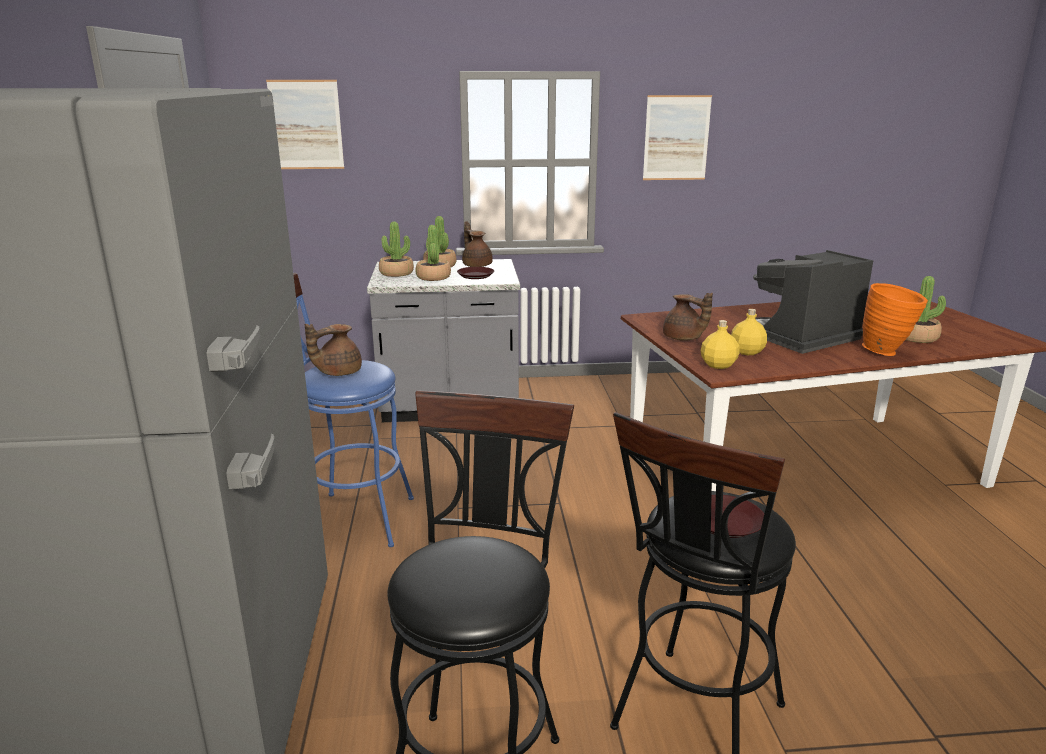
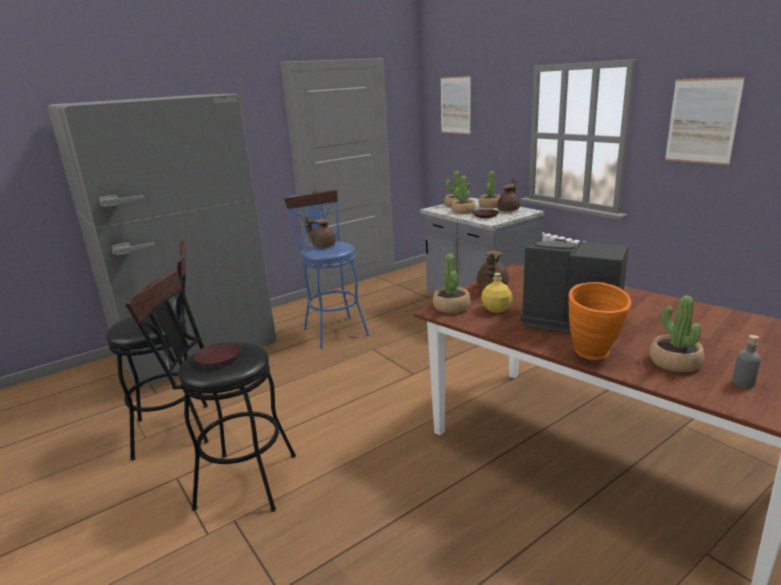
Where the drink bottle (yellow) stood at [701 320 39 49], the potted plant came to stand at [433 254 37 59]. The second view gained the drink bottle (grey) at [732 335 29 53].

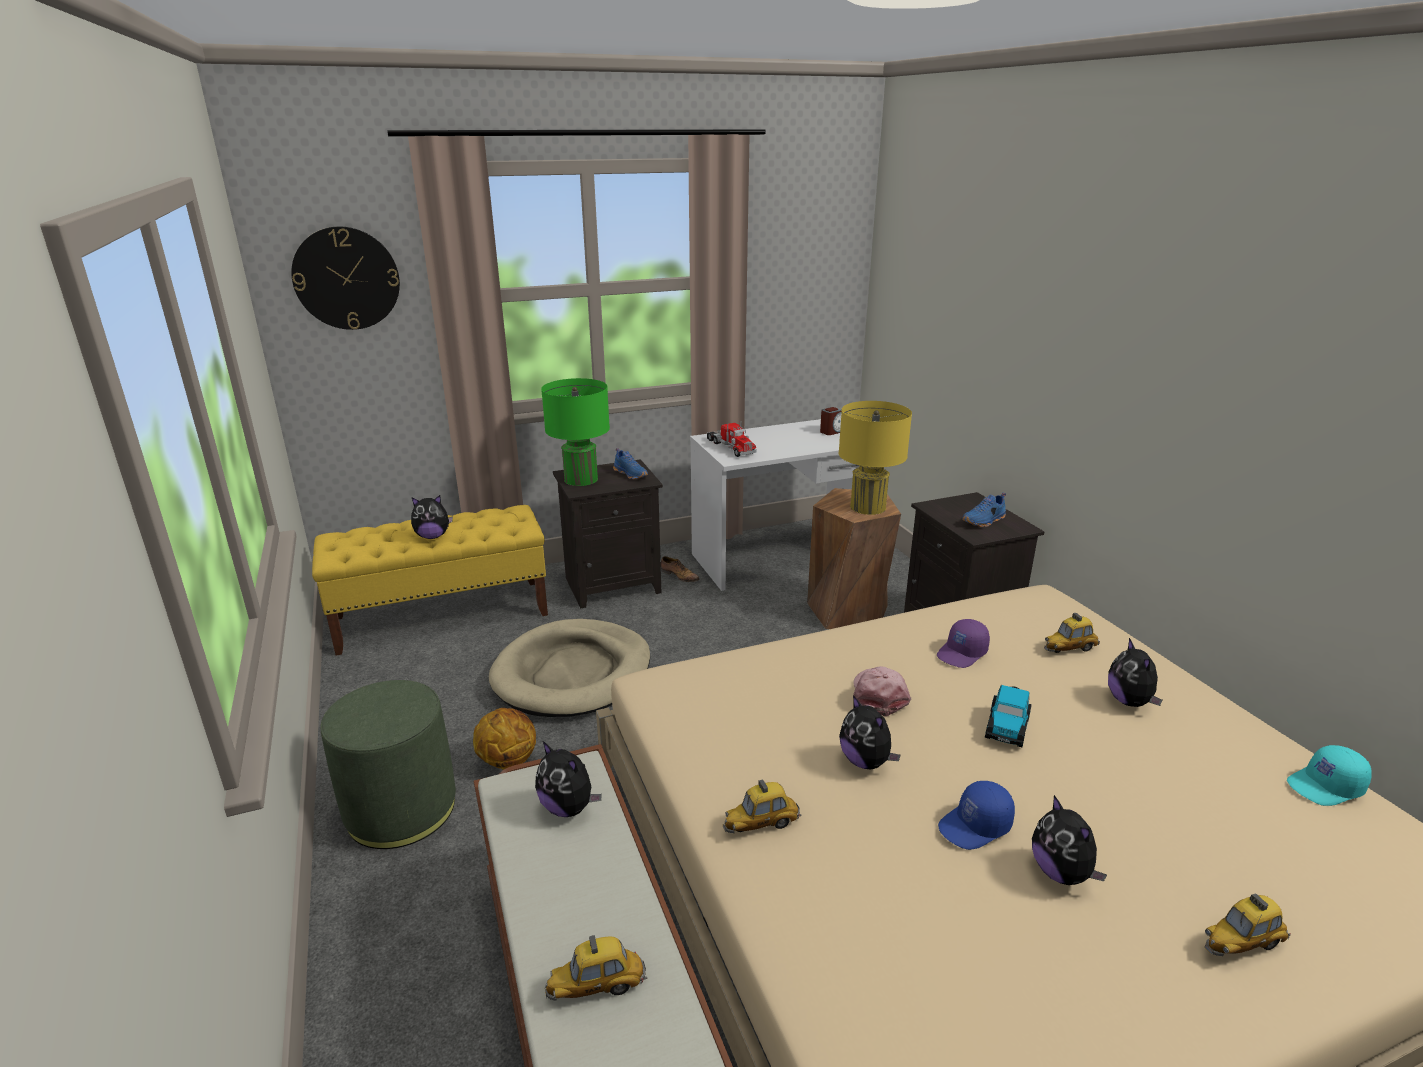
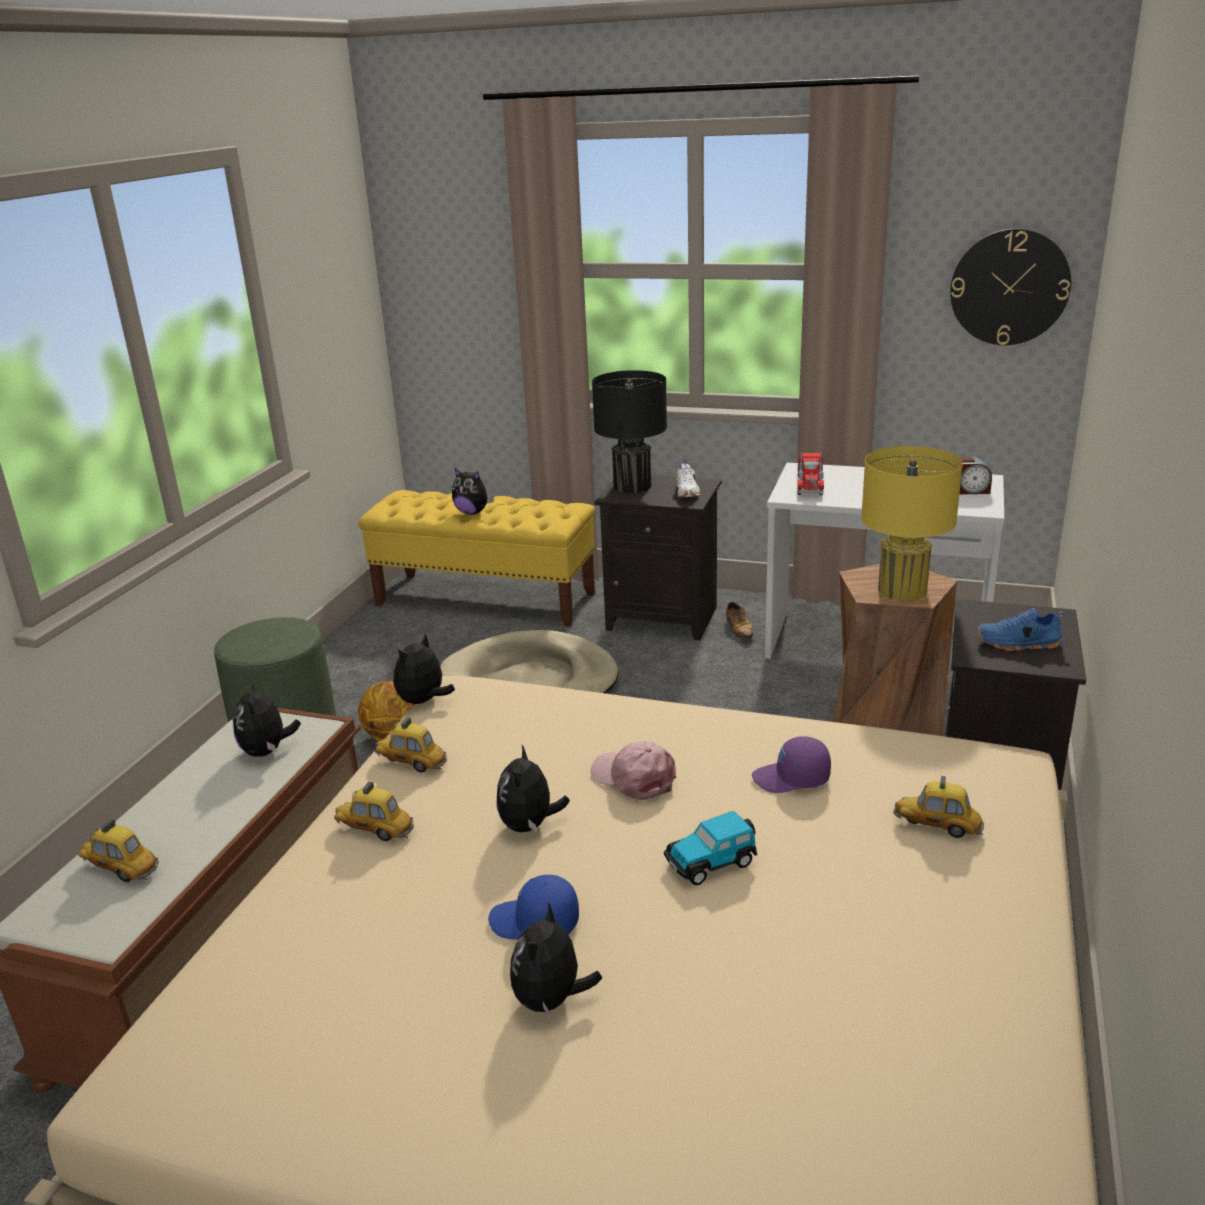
The clock on the wall ended up elsewhere, having gone from [291 227 109 103] to [950 229 121 116]. What was the tabletop lamp (greenish) at [541 378 69 108] turned into the tabletop lamp (black-coloured) at [592 370 75 123]. What was the shoe (blue) at [613 448 35 31] turned into the shoe (whitish) at [676 459 24 38]. The cuddly toy ended up elsewhere, having gone from [1108 638 54 69] to [393 633 62 71]. The peaked cap (pink) at [853 666 58 51] ended up facing another way, 90 degrees counterclockwise from before. The second view lost the peaked cap (blue-green) at [1287 745 85 61]. The miniature car ended up elsewhere, having gone from [1205 893 86 63] to [375 718 72 54].

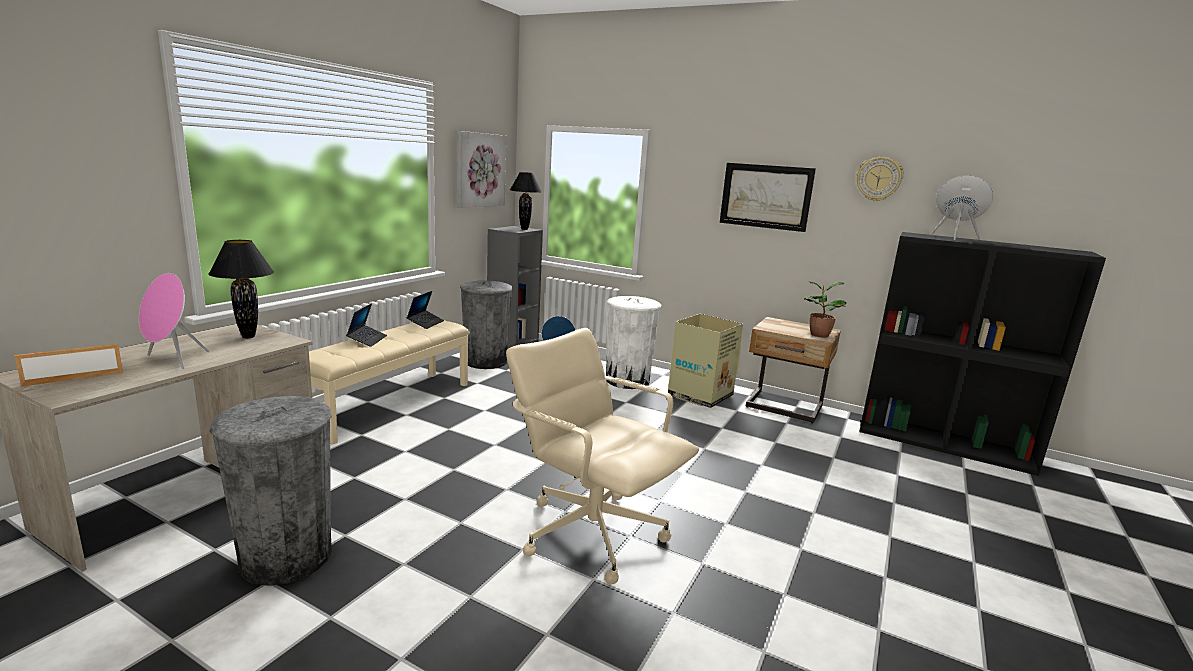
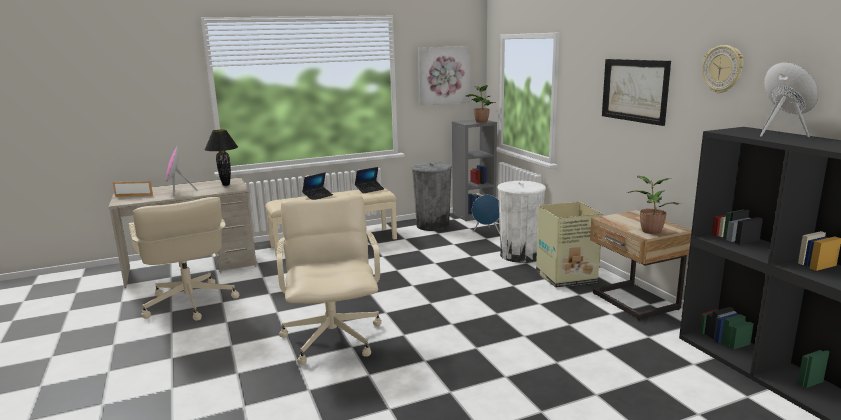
Where the tabletop lamp (black-coloured) stood at [510 172 32 58], the potted plant came to stand at [466 85 30 38]. Where the rubbish bin (grey) stood at [210 396 122 190], the desk chair (beige) came to stand at [129 197 110 123].

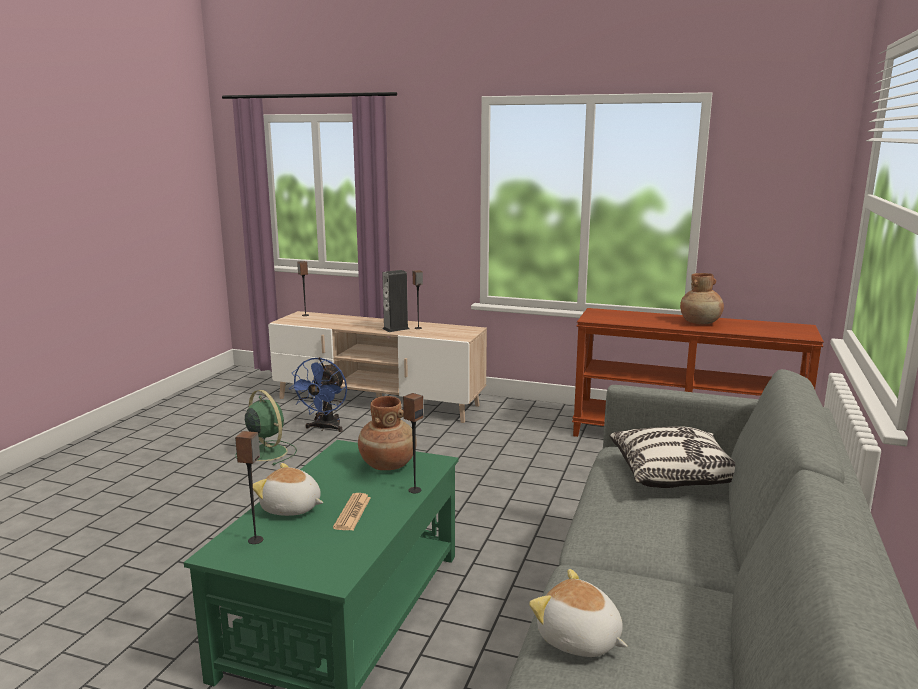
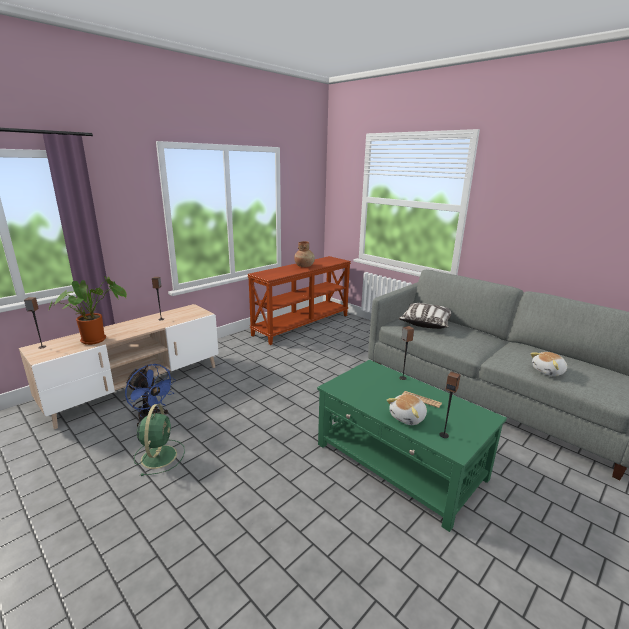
The second view lost the speaker at [382 270 27 62]. The cooling fan (greenish) at [235 390 62 75] ended up facing another way, 105 degrees clockwise from before. The second view lost the vase (brownish) at [358 396 59 74]. The second view gained the potted plant at [49 276 78 69].

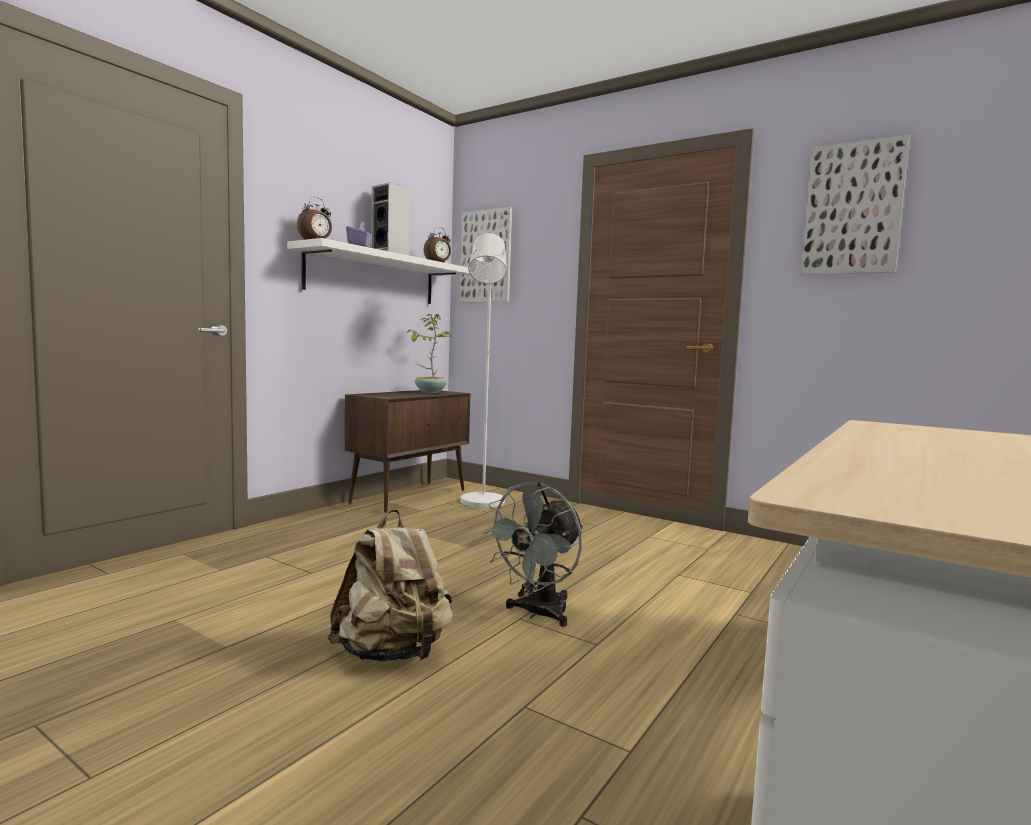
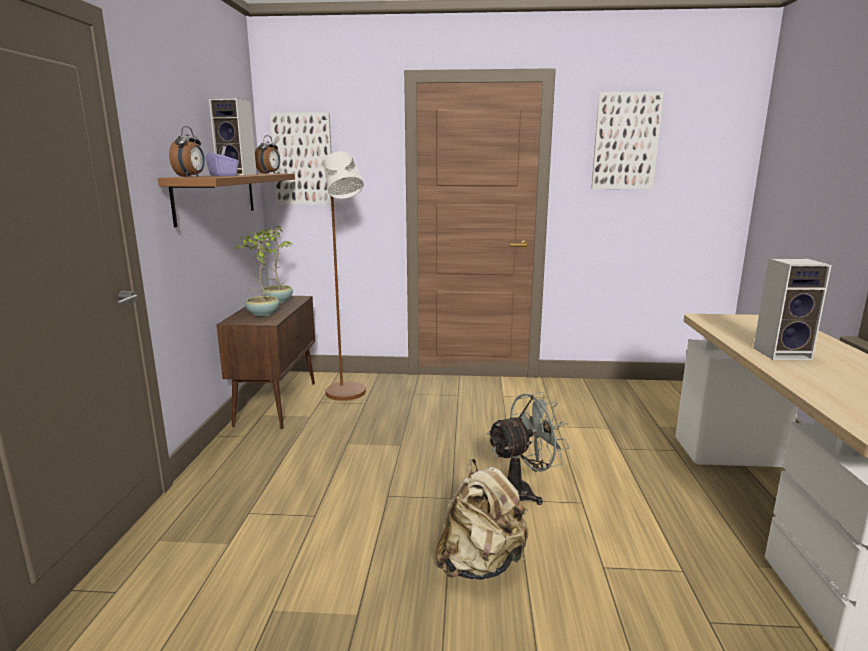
What was the standing lamp (whitish) at [460 233 47 274] turned into the standing lamp (brownish) at [324 151 42 250]. What was the wall shelf (whitish) at [287 238 183 66] turned into the wall shelf (brownish) at [158 173 137 54]. The cooling fan (grey) at [482 482 101 145] ended up facing another way, 120 degrees counterclockwise from before. The second view gained the potted plant at [235 231 44 85]. The second view gained the speaker at [753 258 79 102].

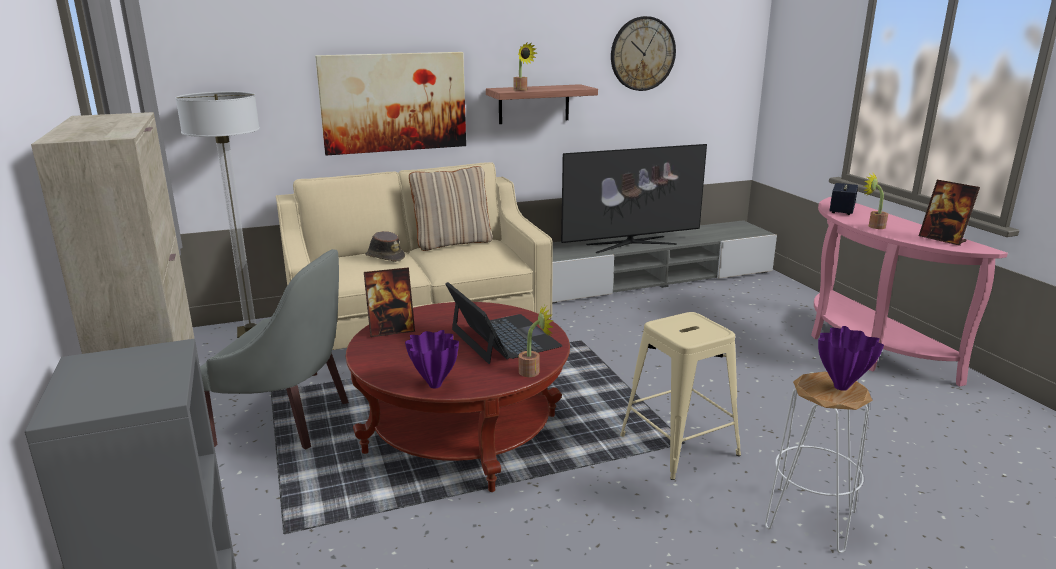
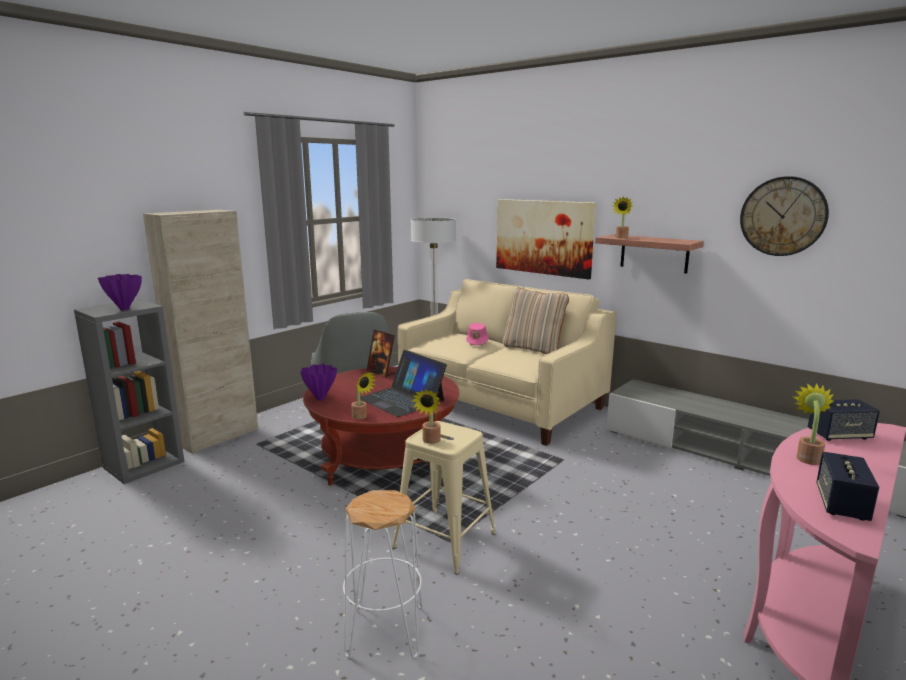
The second view lost the TV set at [561 144 146 109]. Where the standing frame stood at [919 180 61 66], the speaker came to stand at [816 452 63 69]. What was the clothing hat (brownish) at [365 231 40 31] turned into the clothing hat (pink) at [466 323 23 22]. The notebook computer at [445 282 117 82] ended up facing another way, 105 degrees clockwise from before. The vase (purplish) ended up elsewhere, having gone from [818 326 66 65] to [98 274 44 36]. The second view gained the potted plant at [412 389 29 55].

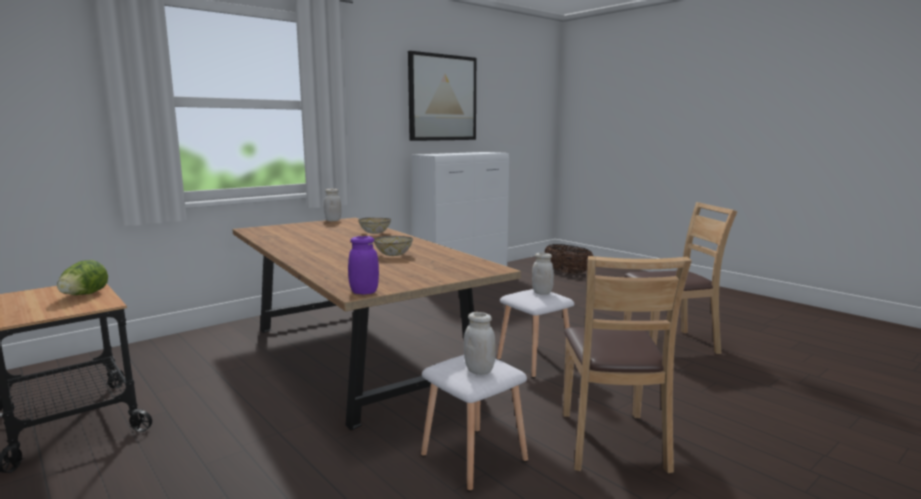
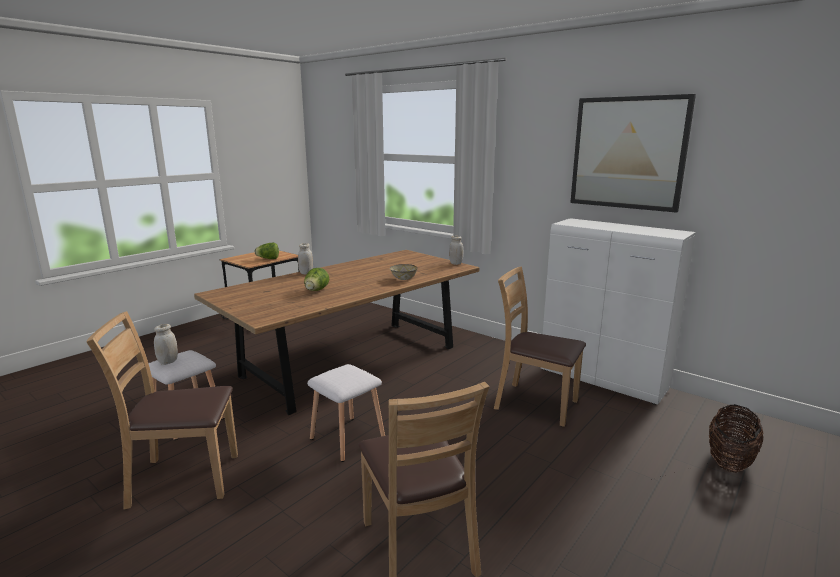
The second view lost the preserve jar (purplish) at [348 236 31 58]. Where the bowl stood at [374 236 39 20], the head of lettuce came to stand at [304 268 25 23]. The preserve jar (whitish) ended up elsewhere, having gone from [532 253 22 42] to [298 243 15 32]. The second view gained the upright chair (brownish) at [494 267 92 160].

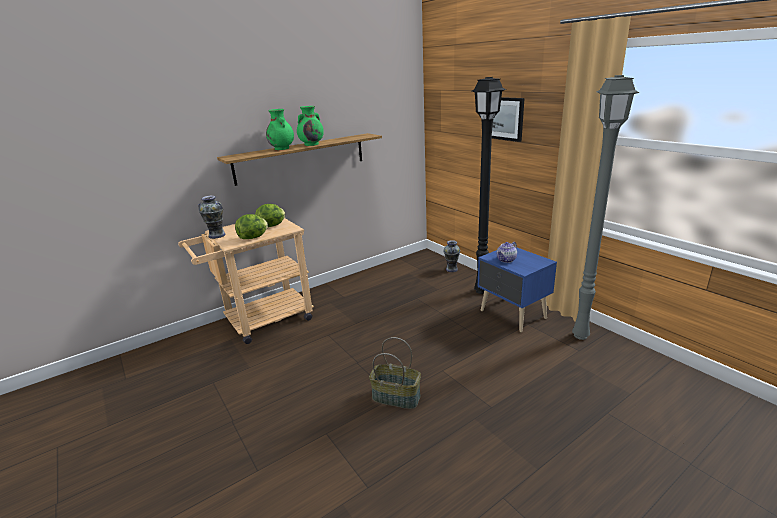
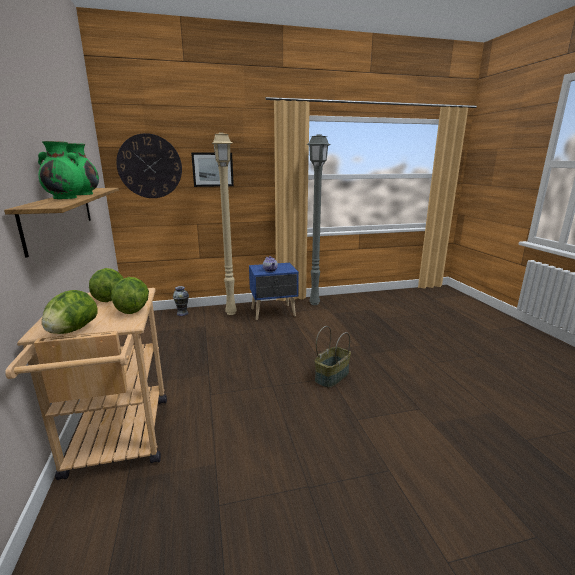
What was the standing lamp (black-coloured) at [472 77 34 217] turned into the standing lamp (beige) at [211 132 26 183]. Where the vase stood at [198 196 28 43], the head of lettuce came to stand at [42 290 55 44]. The second view gained the clock on the wall at [116 133 66 65].

